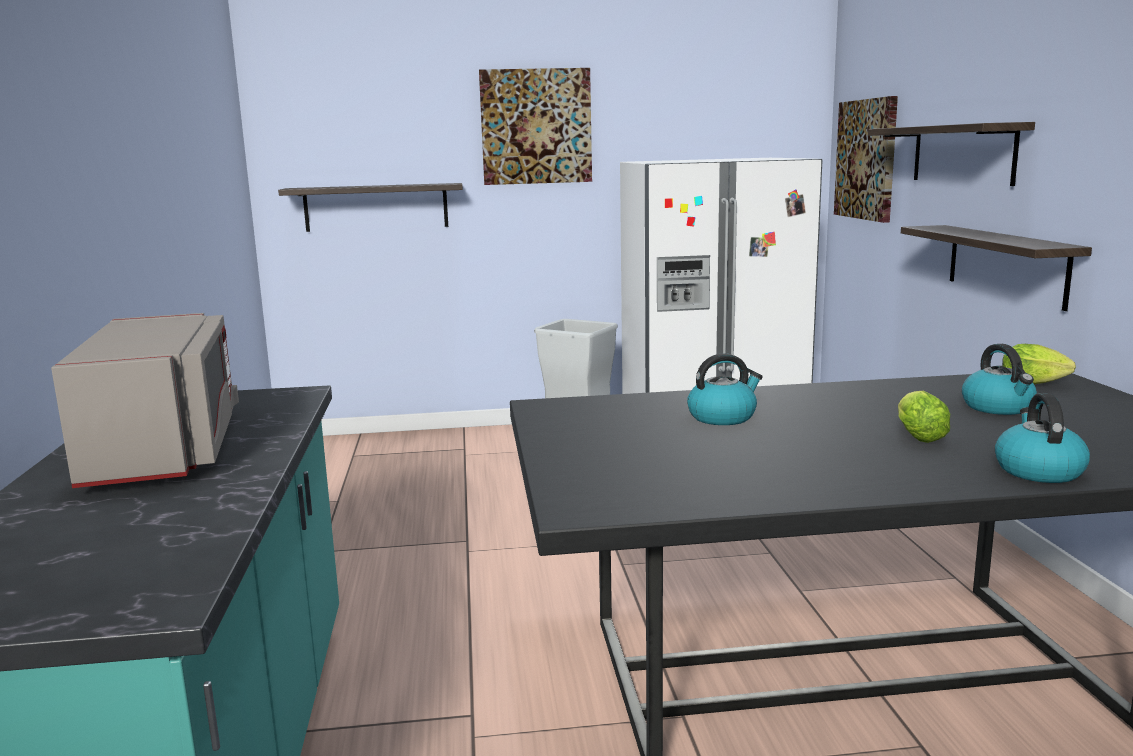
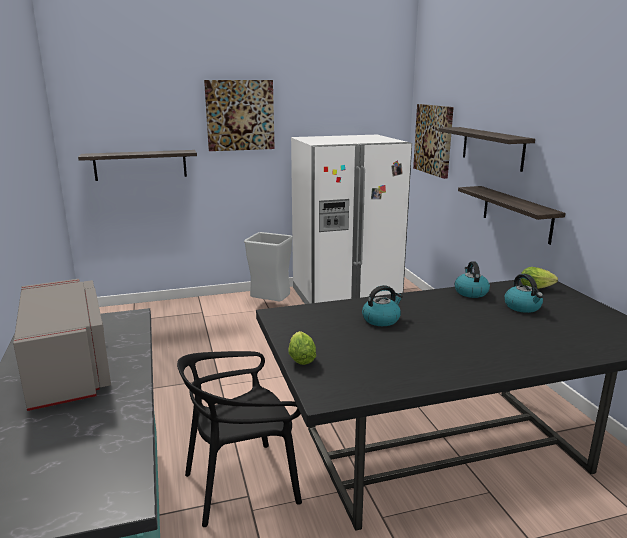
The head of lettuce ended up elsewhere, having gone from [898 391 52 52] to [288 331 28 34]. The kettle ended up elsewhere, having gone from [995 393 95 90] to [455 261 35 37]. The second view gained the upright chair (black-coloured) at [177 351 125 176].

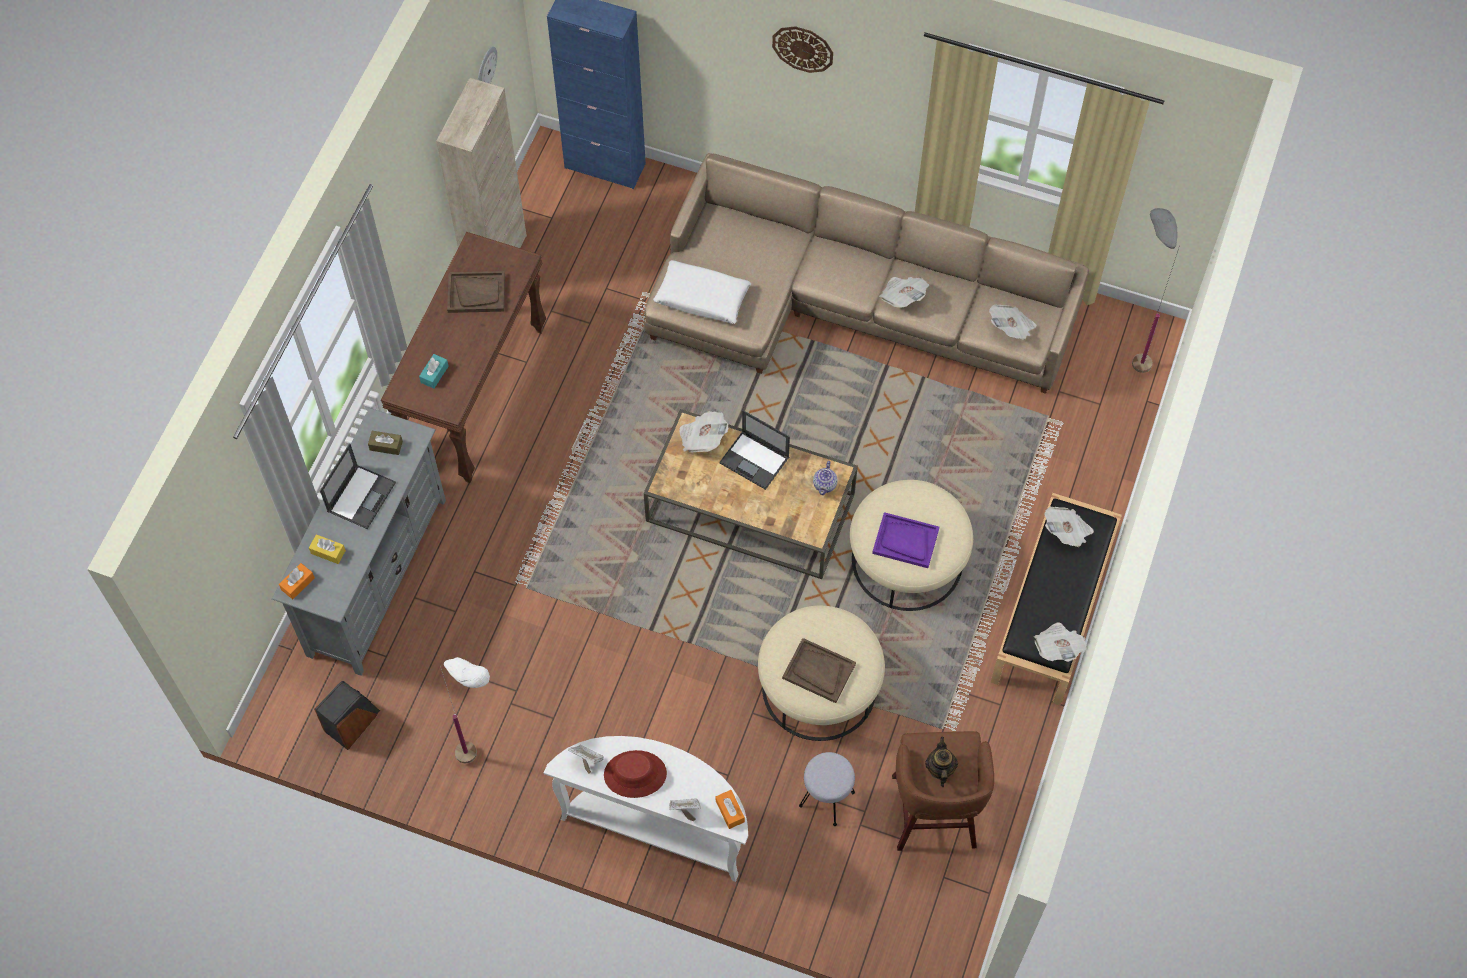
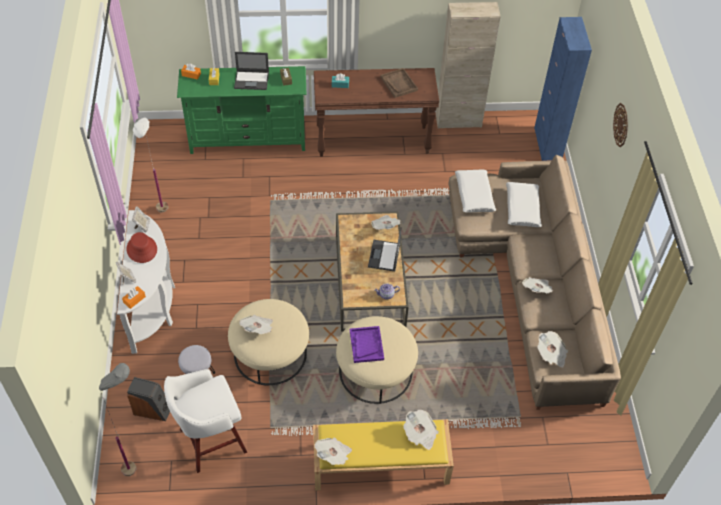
The second view lost the clock on the wall at [478 47 19 36]. The standing lamp (grey) ended up elsewhere, having gone from [1132 208 48 165] to [99 363 37 113]. What was the tv unit (grey) at [272 408 174 268] turned into the tv unit (greenish) at [177 66 130 88]. What was the indoor bench (black-coloured) at [990 493 132 213] turned into the indoor bench (yellow) at [313 419 141 71]. Where the tray (brownish) stood at [782 638 74 65], the printed paper came to stand at [239 315 34 19]. The speaker ended up elsewhere, having gone from [314 681 66 69] to [127 377 43 44]. What was the stool (brownish) at [892 731 102 120] turned into the stool (whitish) at [164 369 83 104]. The second view lost the teapot at [925 737 33 50]. The second view gained the throw pillow (whitish) at [506 182 36 45].

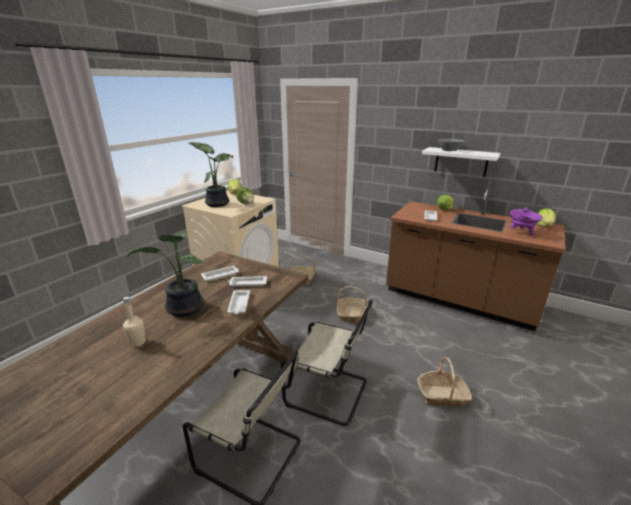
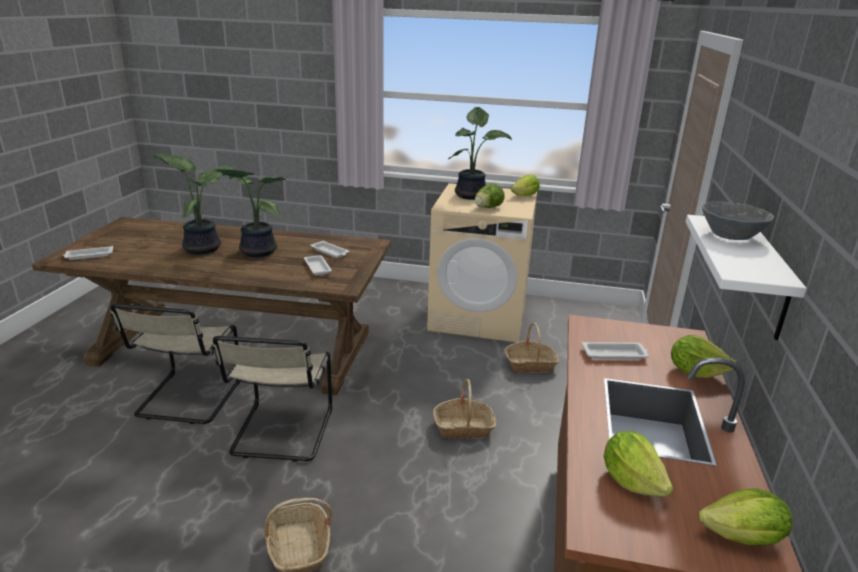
Where the cooking pot (purplish) stood at [509 207 34 30], the head of lettuce came to stand at [604 431 70 65]. The tray (whitish) ended up elsewhere, having gone from [227 290 23 24] to [63 246 50 14]. Where the drink bottle (beige) stood at [123 296 23 51], the potted plant came to stand at [153 153 72 101].

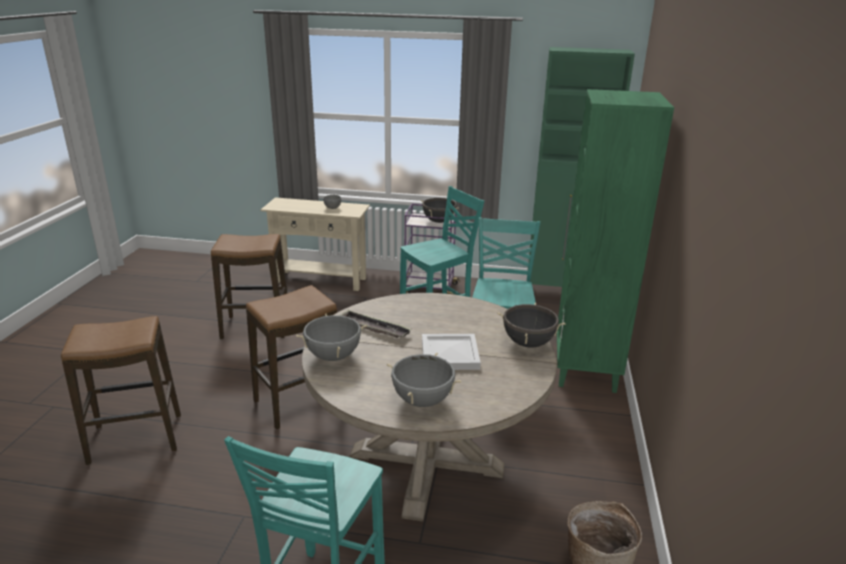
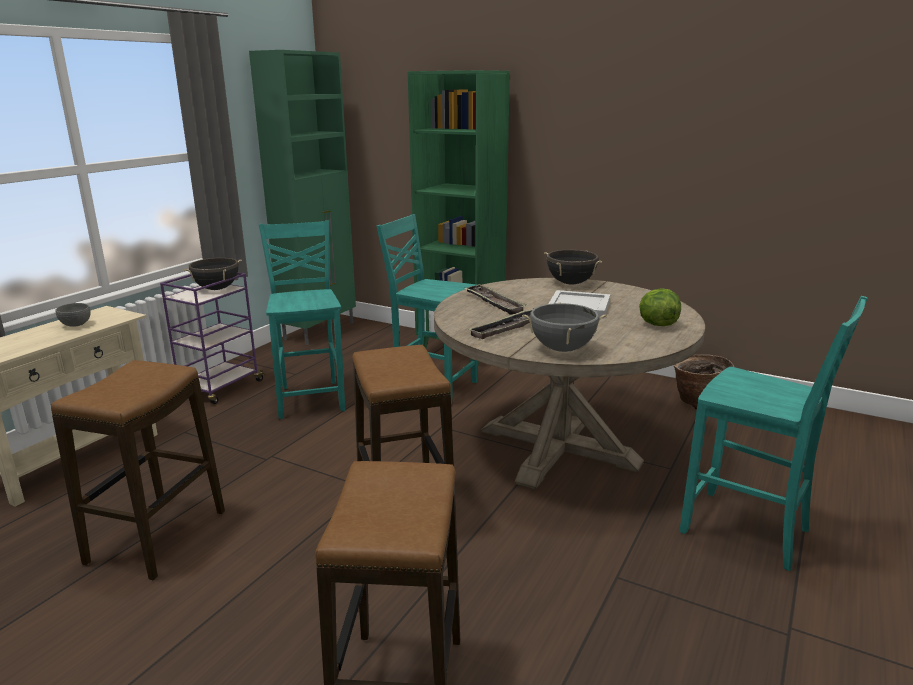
Where the cooking pot (grey) stood at [387 353 74 54], the head of lettuce came to stand at [639 288 42 38]. The second view gained the tray at [464 284 63 31].

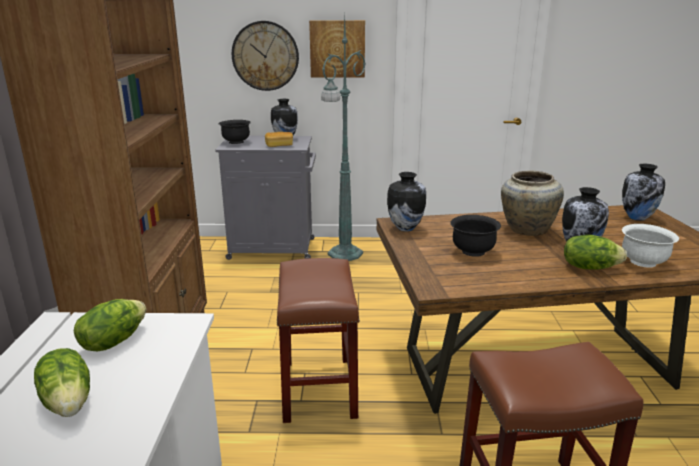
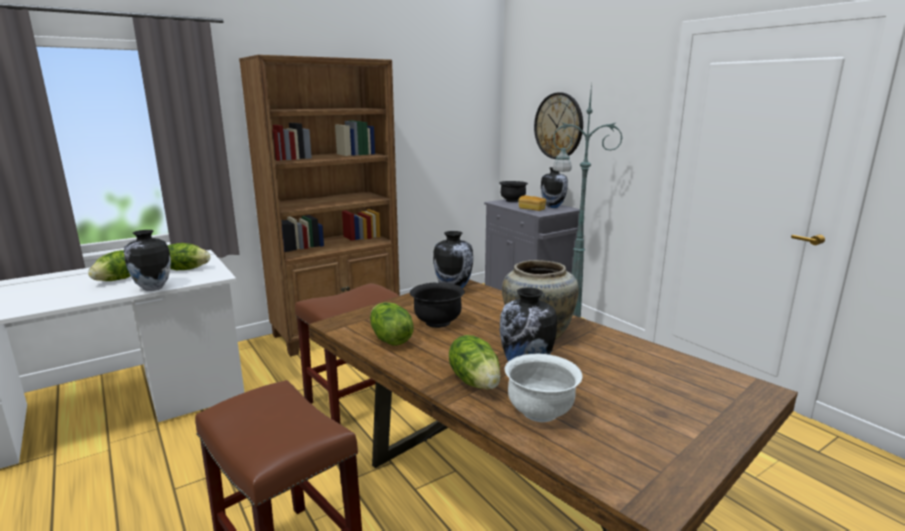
The second view lost the wall art at [309 20 56 58]. The vase ended up elsewhere, having gone from [622 164 43 57] to [124 230 47 61]. The second view gained the head of lettuce at [370 302 44 44].

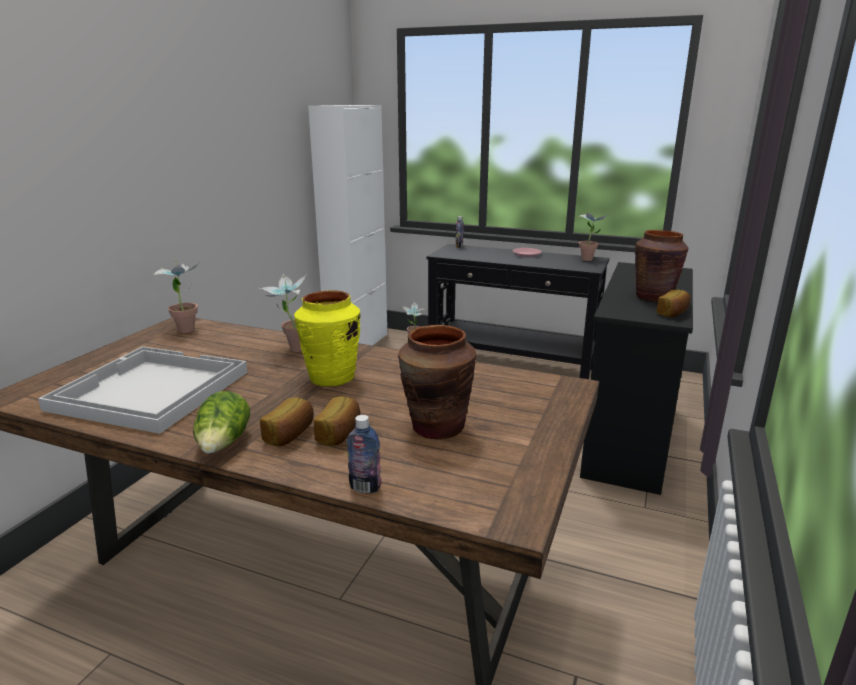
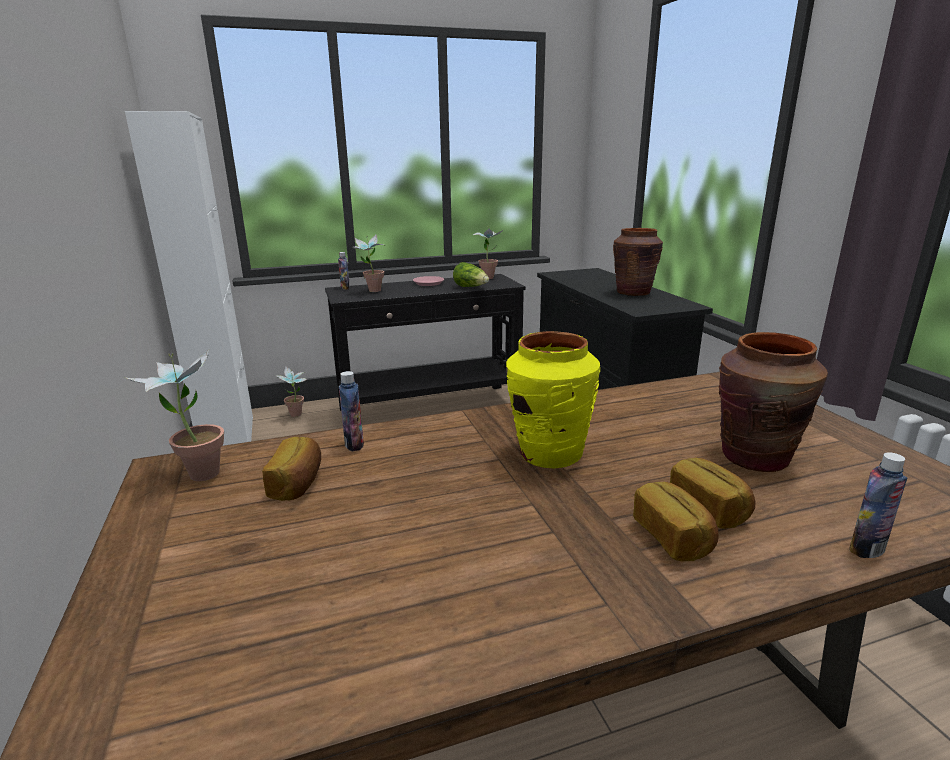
The potted plant ended up elsewhere, having gone from [259 274 48 78] to [352 235 34 57]. The baked bread ended up elsewhere, having gone from [656 290 35 27] to [262 437 59 64]. The second view lost the tray (whitish) at [38 346 210 88]. The head of lettuce ended up elsewhere, having gone from [193 391 57 63] to [453 262 36 25]. The second view gained the drink bottle at [339 371 25 81].

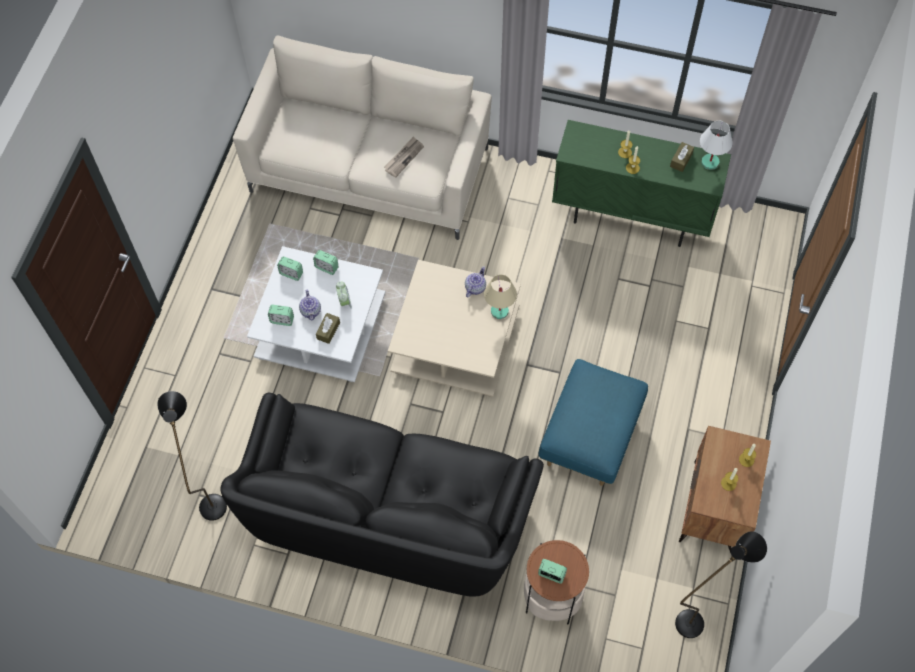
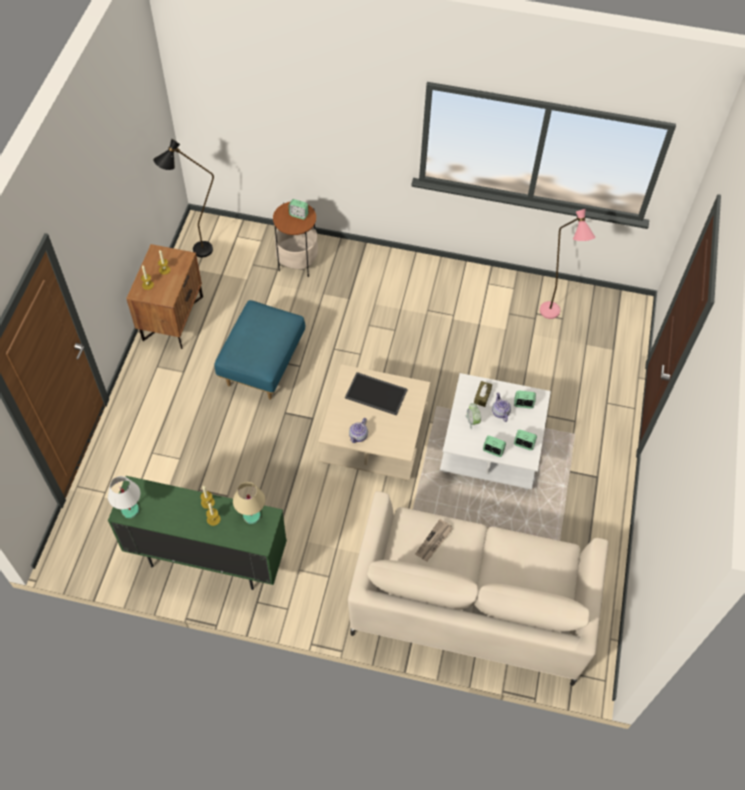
The second view lost the box of tissues (brownish) at [670 142 24 30]. The tabletop lamp (beige) ended up elsewhere, having gone from [484 275 33 44] to [233 482 32 42]. What was the standing lamp (black-coloured) at [157 391 70 130] turned into the standing lamp (pink) at [540 209 55 110]. The second view lost the sofa (black-coloured) at [221 393 323 203]. The second view gained the tray at [345 372 63 44].

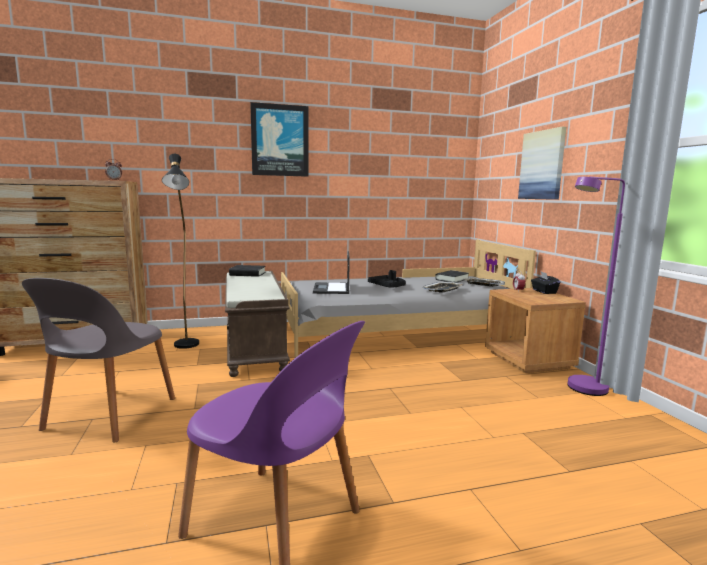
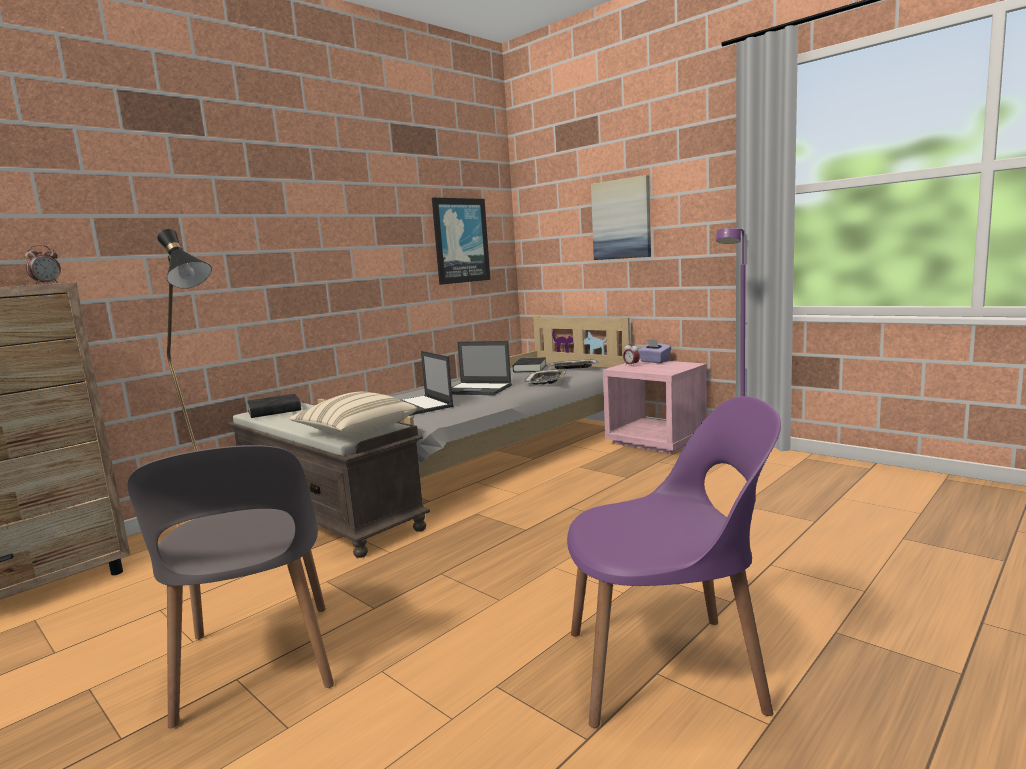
The wall art ended up elsewhere, having gone from [250 102 58 75] to [432 198 58 87]. Where the tray (black-coloured) stood at [368 270 38 18], the notebook computer came to stand at [451 341 61 54]. What was the box of tissues (black-coloured) at [531 272 29 22] turned into the box of tissues (purplish) at [638 339 33 24]. What was the nightstand (brownish) at [485 288 101 85] turned into the nightstand (pink) at [603 359 104 95]. The second view gained the throw pillow (beige) at [289 392 128 43].

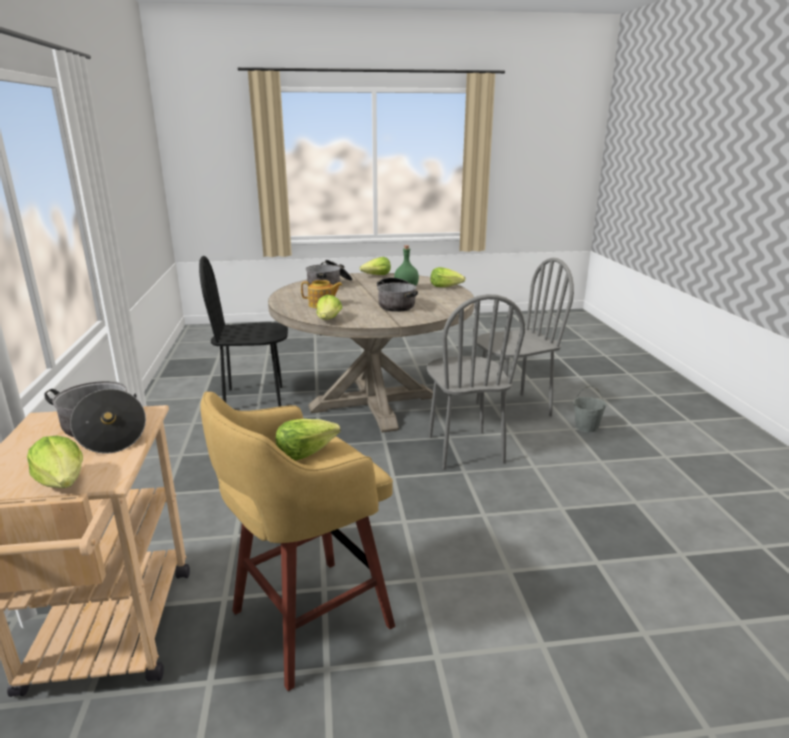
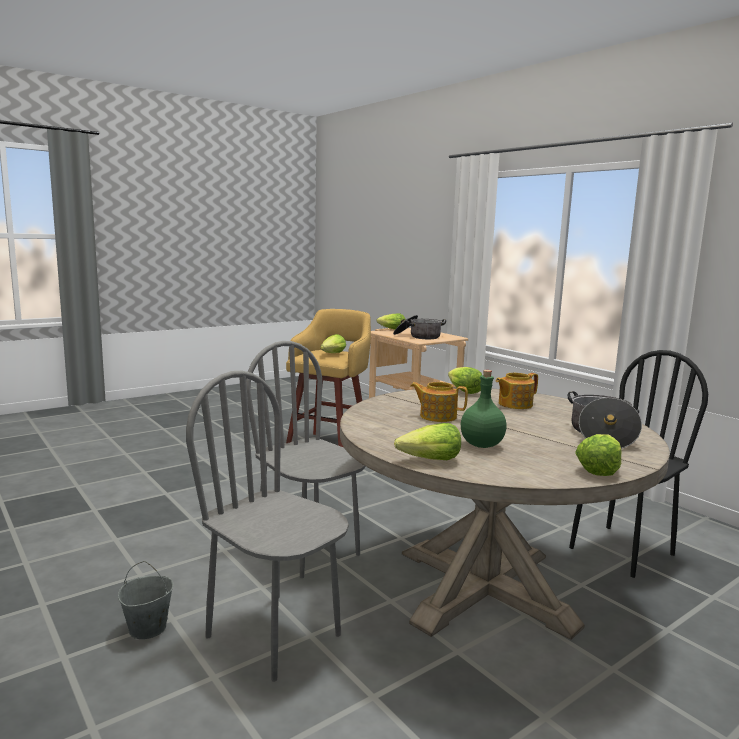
The upright chair (grey) at [476 258 98 166] ended up facing another way, 90 degrees clockwise from before. Where the cooking pot stood at [377 278 41 34], the teapot came to stand at [410 382 58 40].

